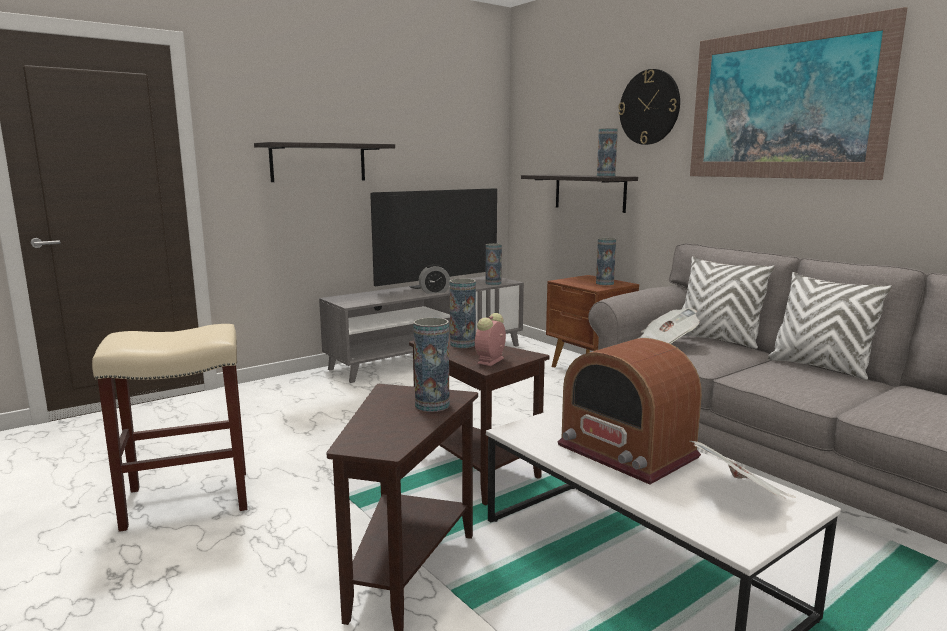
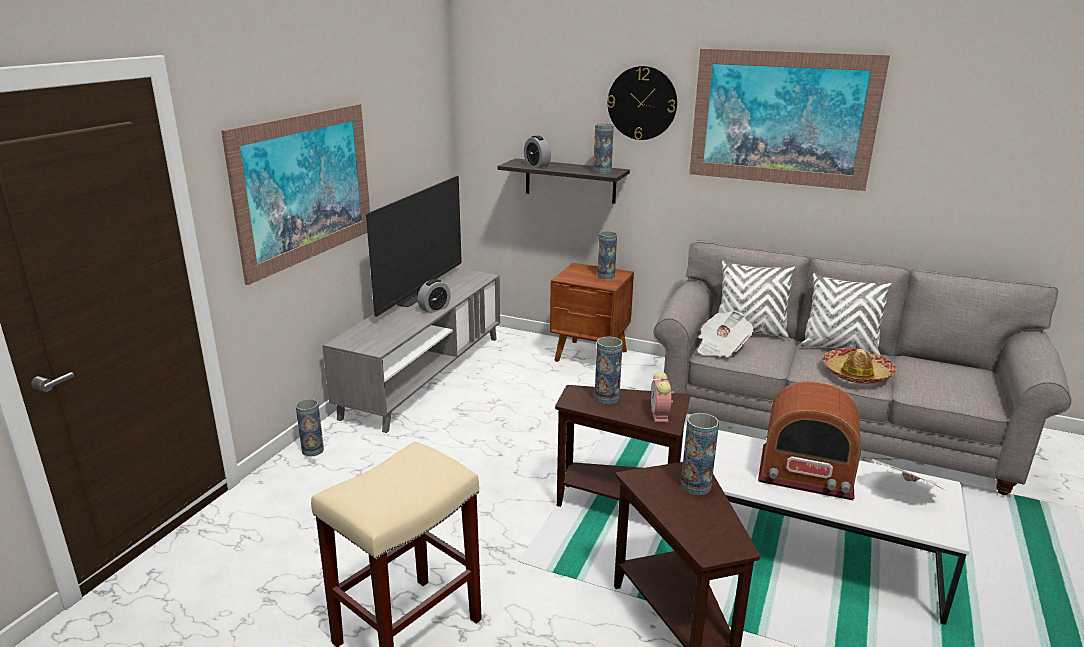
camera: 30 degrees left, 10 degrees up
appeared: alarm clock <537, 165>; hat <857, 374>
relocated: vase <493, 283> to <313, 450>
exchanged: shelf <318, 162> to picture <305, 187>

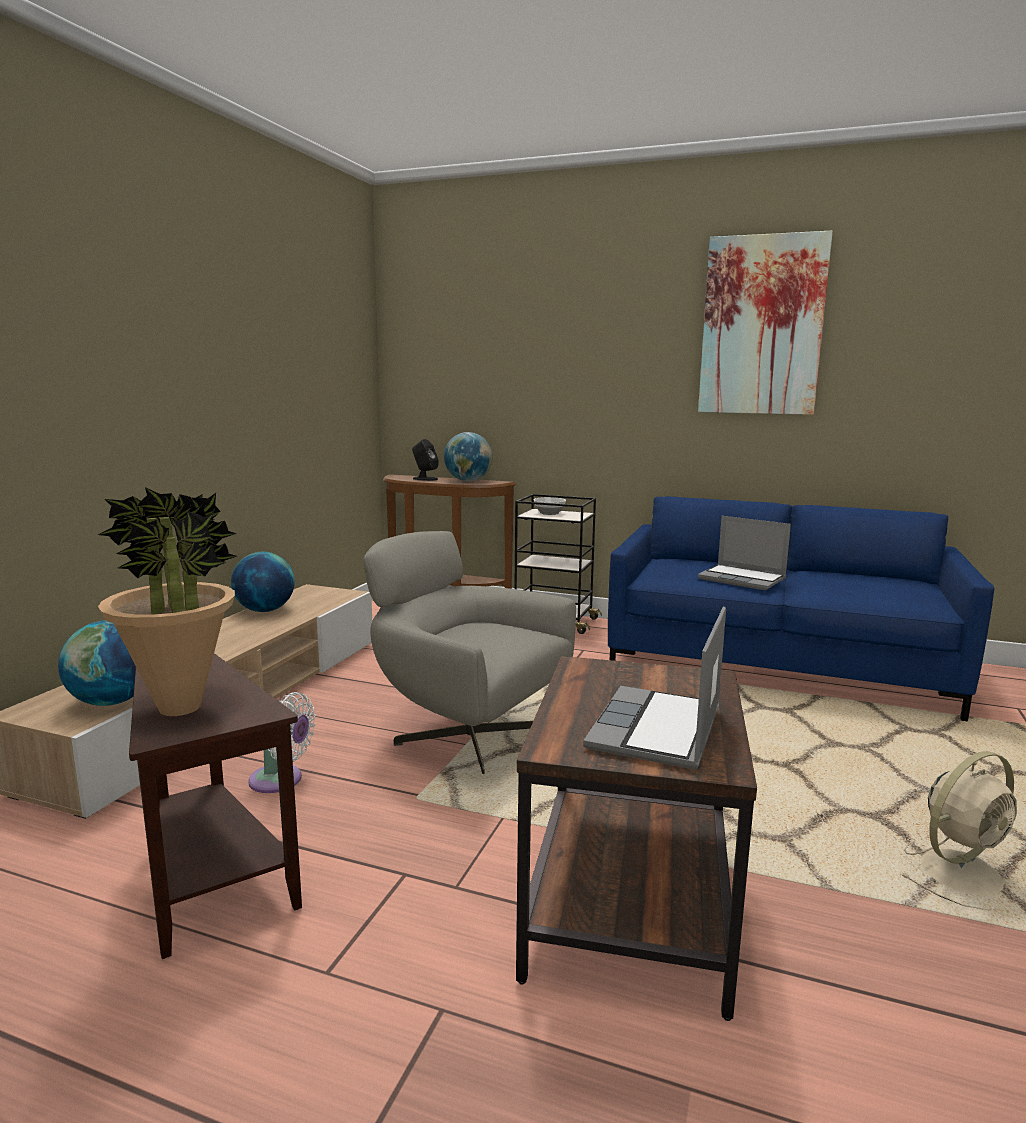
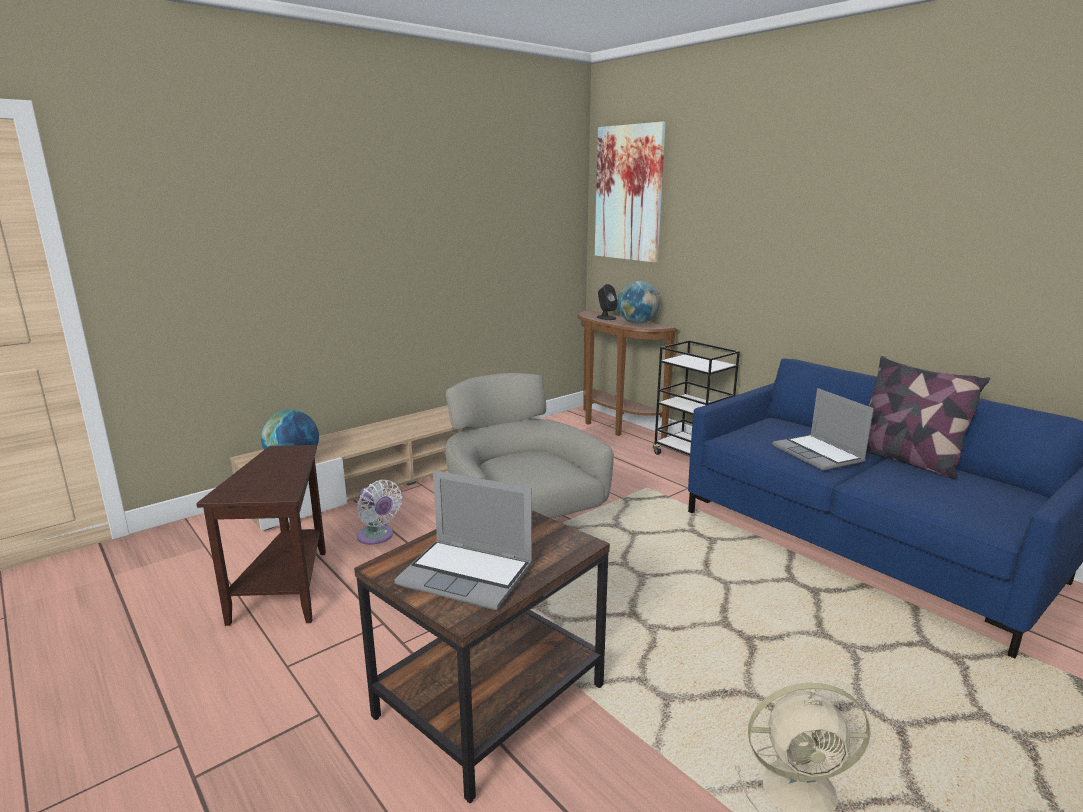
camera: 30 degrees right, 5 degrees up
missing: potted plant <181, 707>; globe <265, 610>; bowl <550, 513>
appeared: pillow <905, 460>
relocated: picture <762, 326> to <629, 193>
spun: laptop <657, 731> = <468, 575> 120 degrees counterclockwise

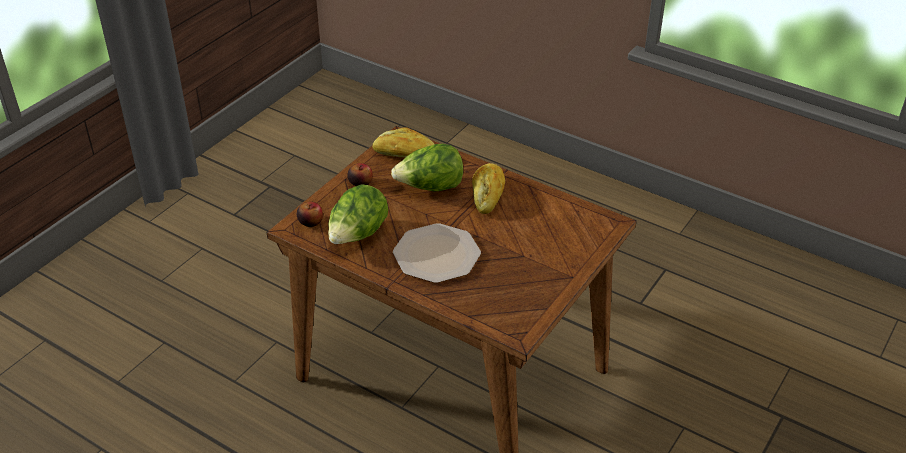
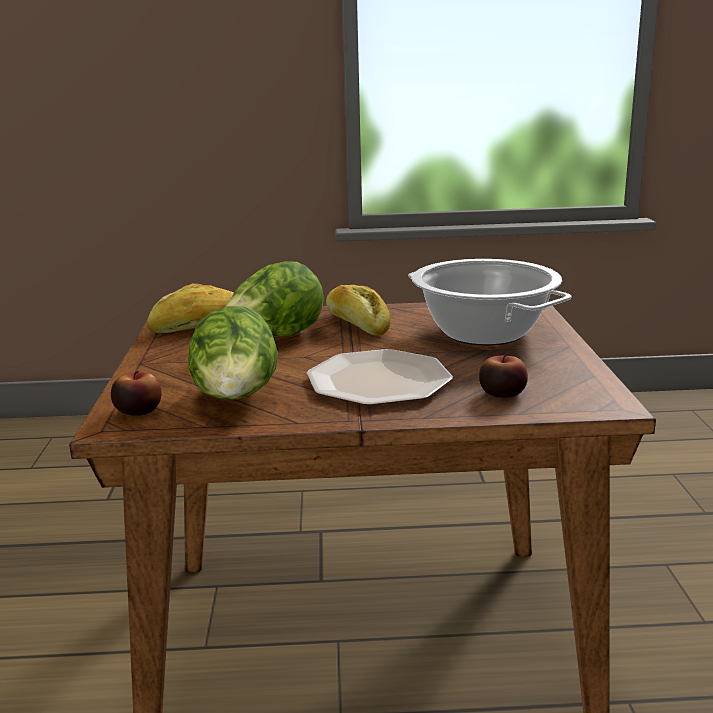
camera: 35 degrees left, 20 degrees down
appeared: cooking pot <485, 332>
relocated: apple <360, 182> to <502, 393>

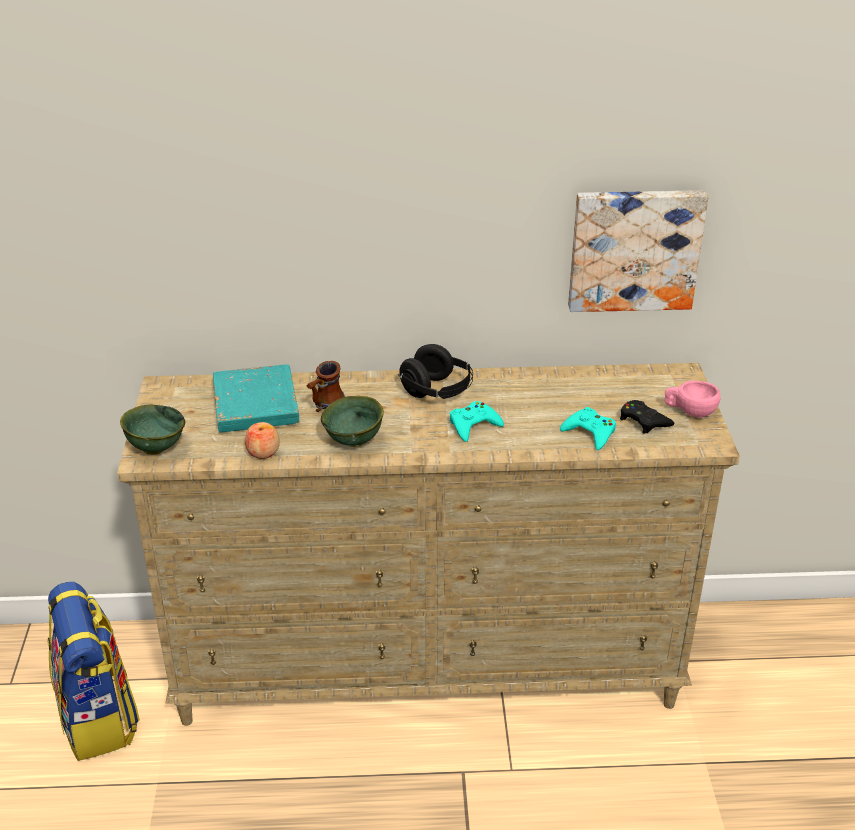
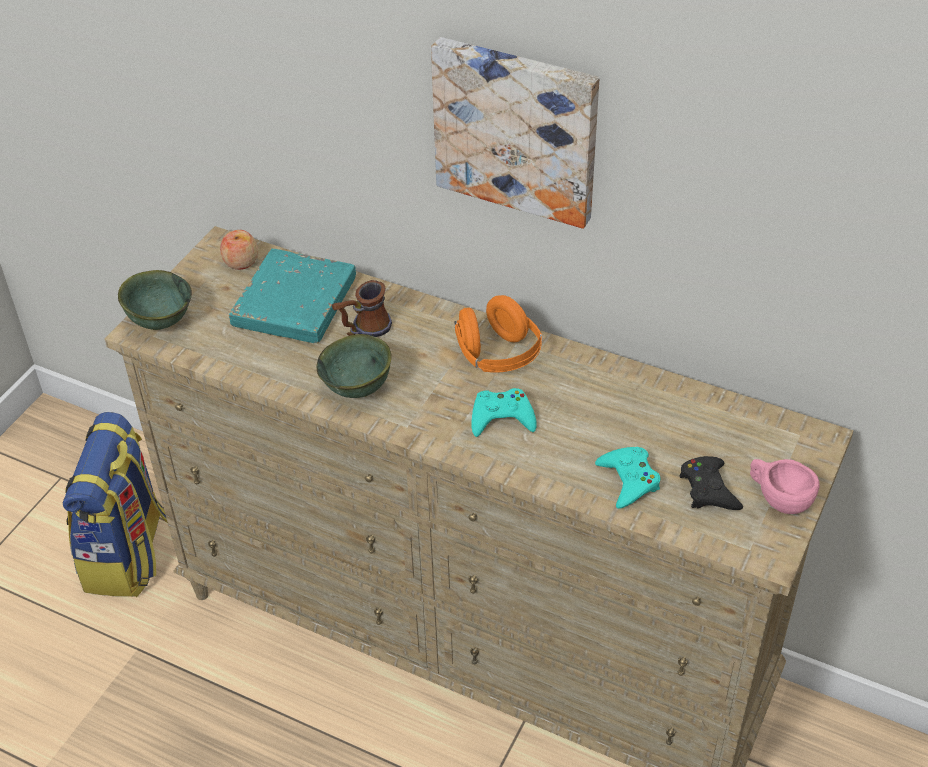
camera: 30 degrees right, 10 degrees up
relocated: apple <263, 452> to <241, 262>; picture <634, 249> to <517, 129>
colour: black headphones <437, 391> to orange headphones <498, 356>

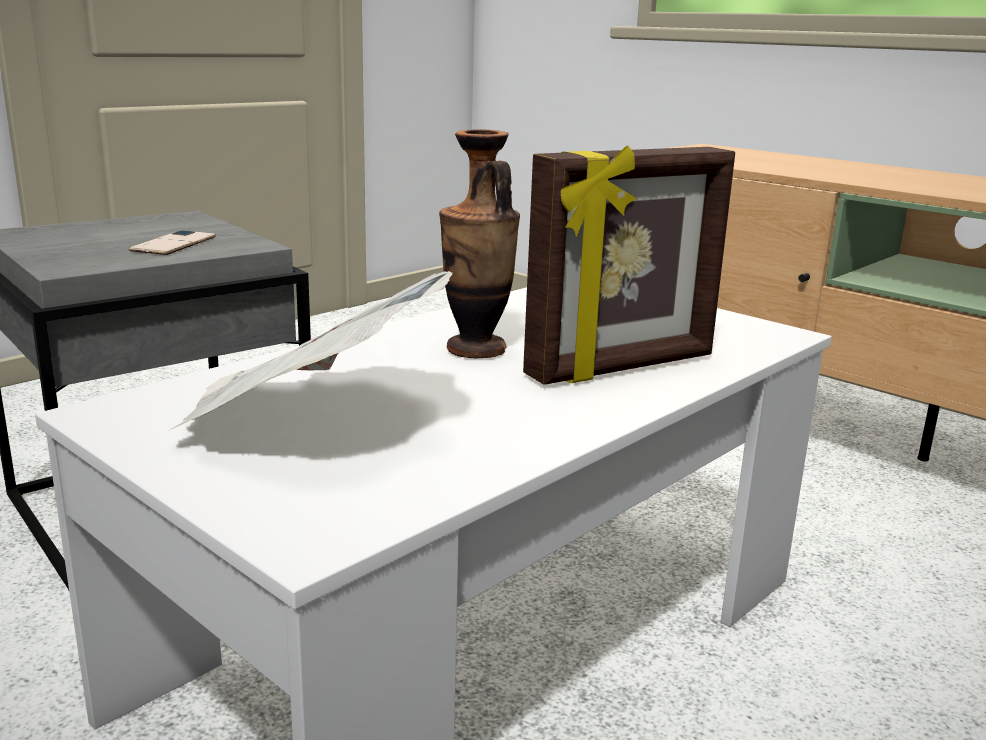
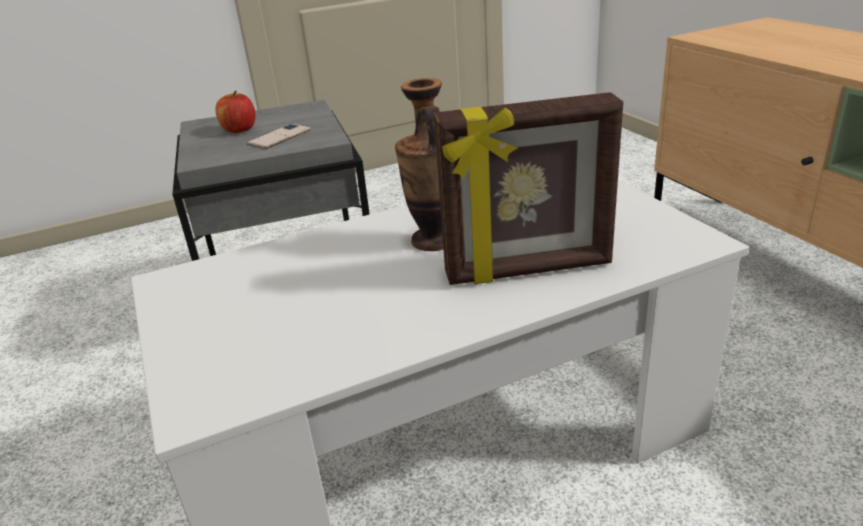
camera: 25 degrees right, 10 degrees up
missing: newspaper <309, 419>
appeared: apple <239, 129>

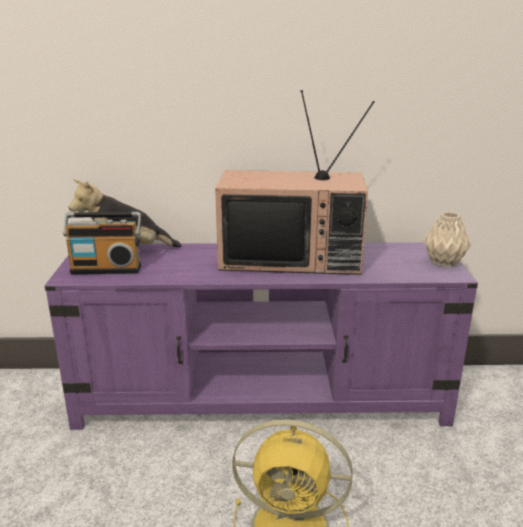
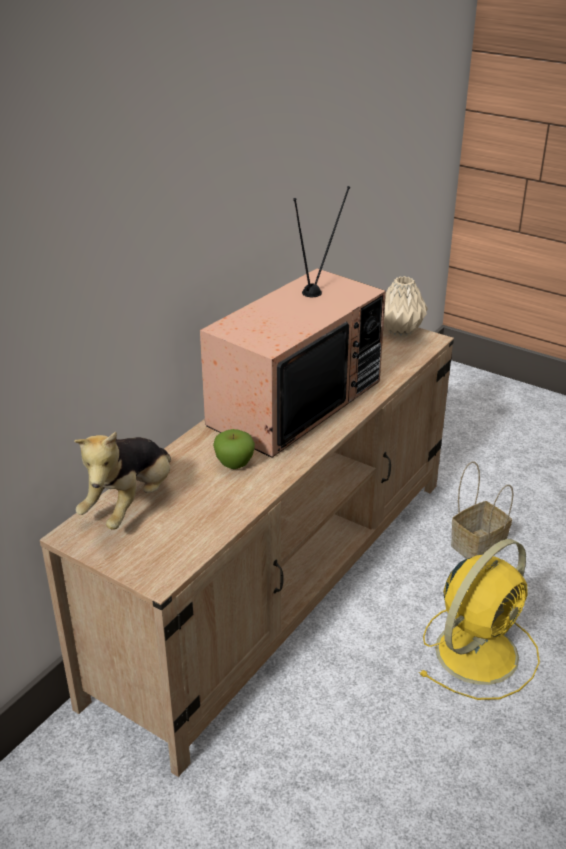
camera: 55 degrees left, 10 degrees up
missing: radio <107, 268>
appeared: apple <234, 464>; basket <478, 544>
colour: purple tv stand <263, 397> to beige tv stand <281, 581>

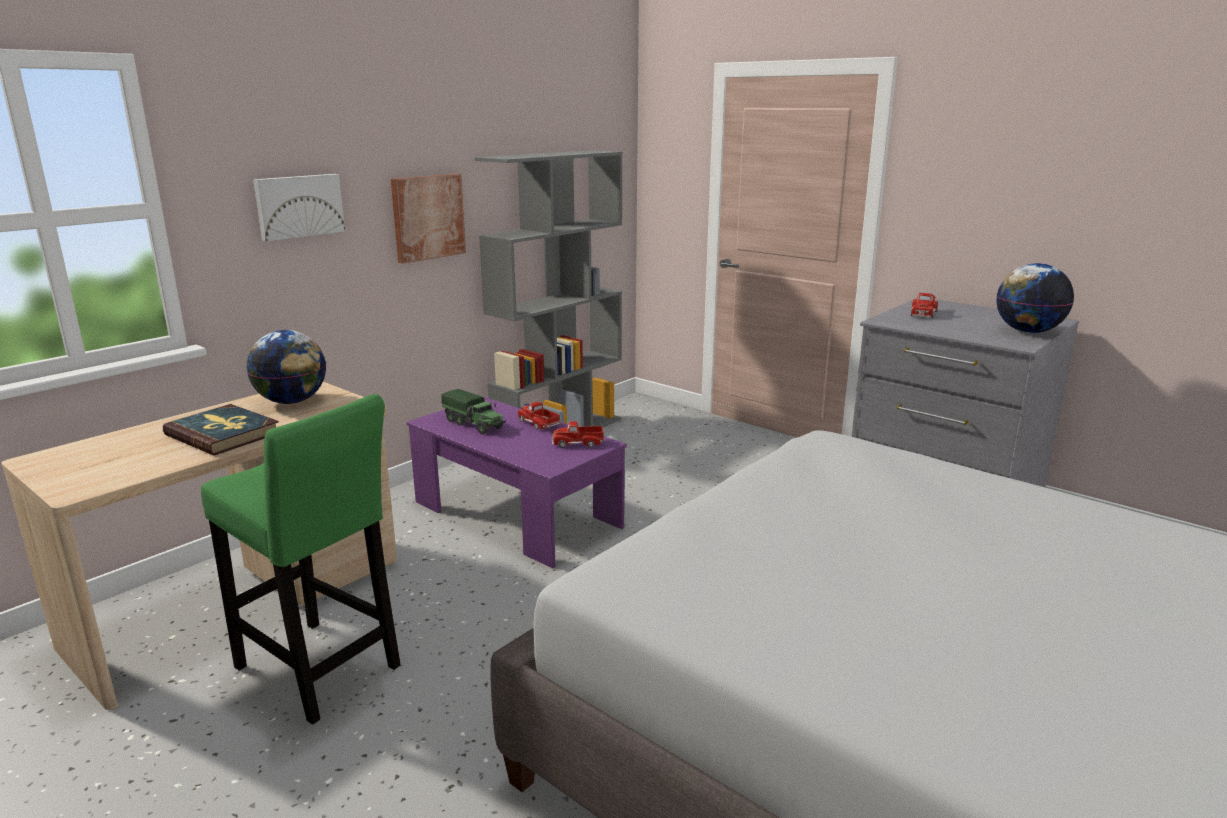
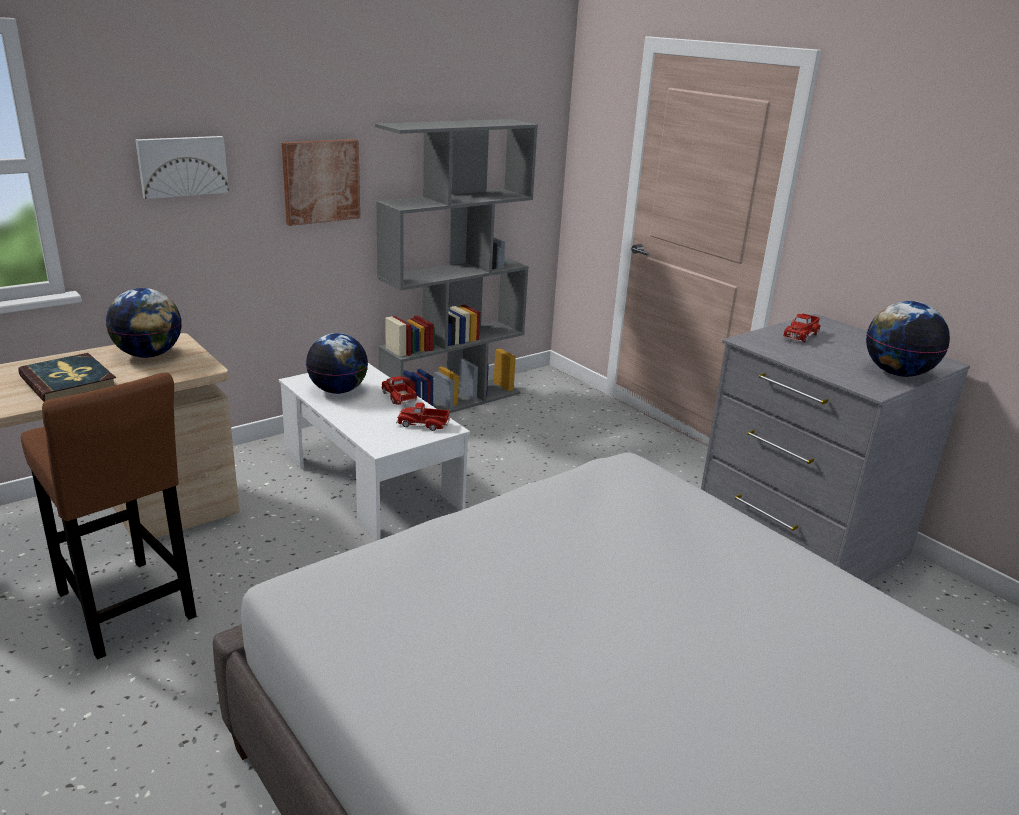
camera: 10 degrees right, 5 degrees up
exchanged: toy truck <474, 425> to globe <338, 390>
colour: green stool <321, 672> to brown stool <127, 610>; purple coffee table <516, 514> to white coffee table <371, 481>

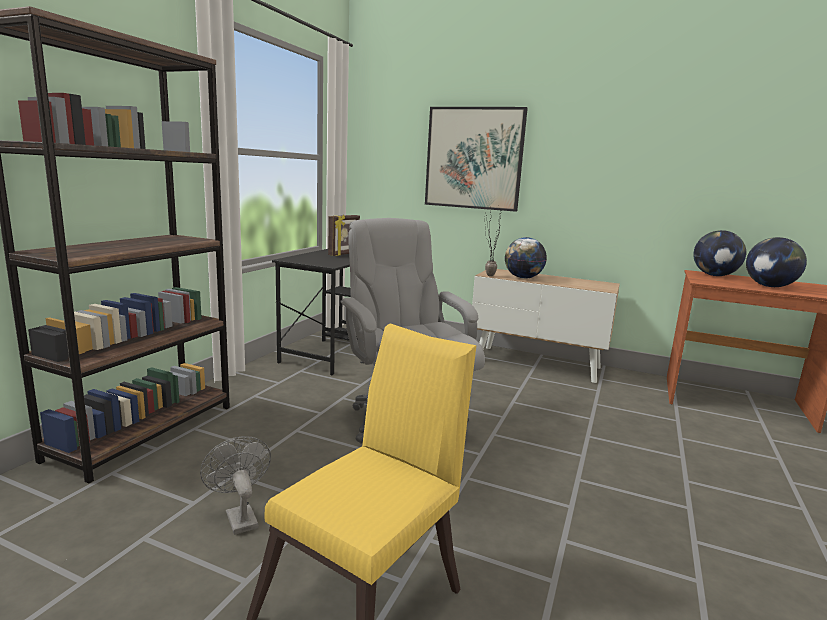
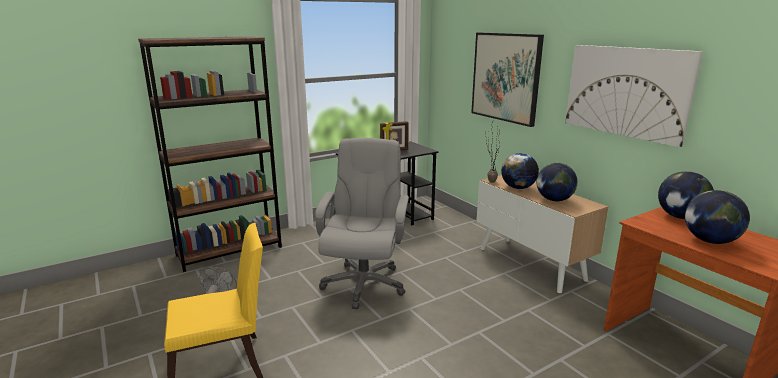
camera: 35 degrees right, 5 degrees up
appeared: globe <554, 200>; picture <626, 91>

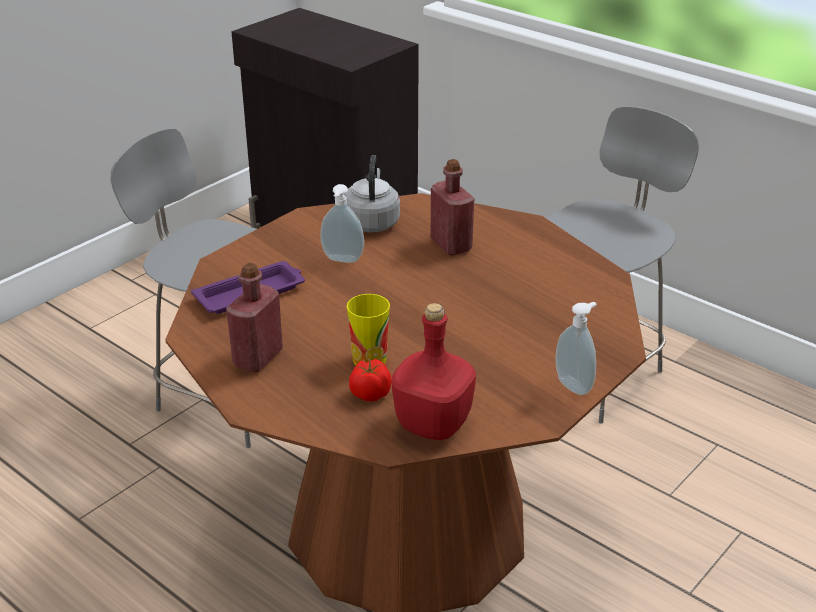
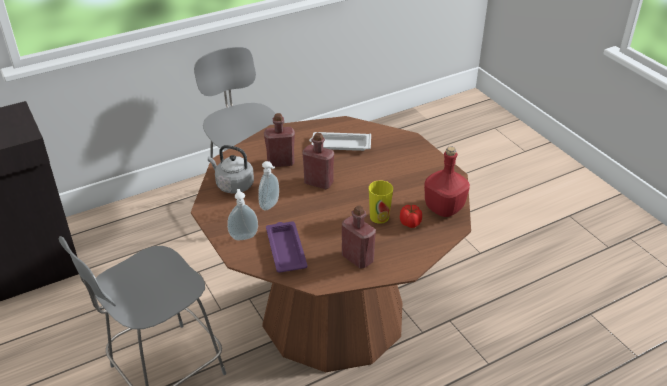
camera: 70 degrees left, 5 degrees up
appeared: red bottle <318, 182>; white tray <340, 145>
relocated: soap dispenser <575, 385> to <243, 236>

